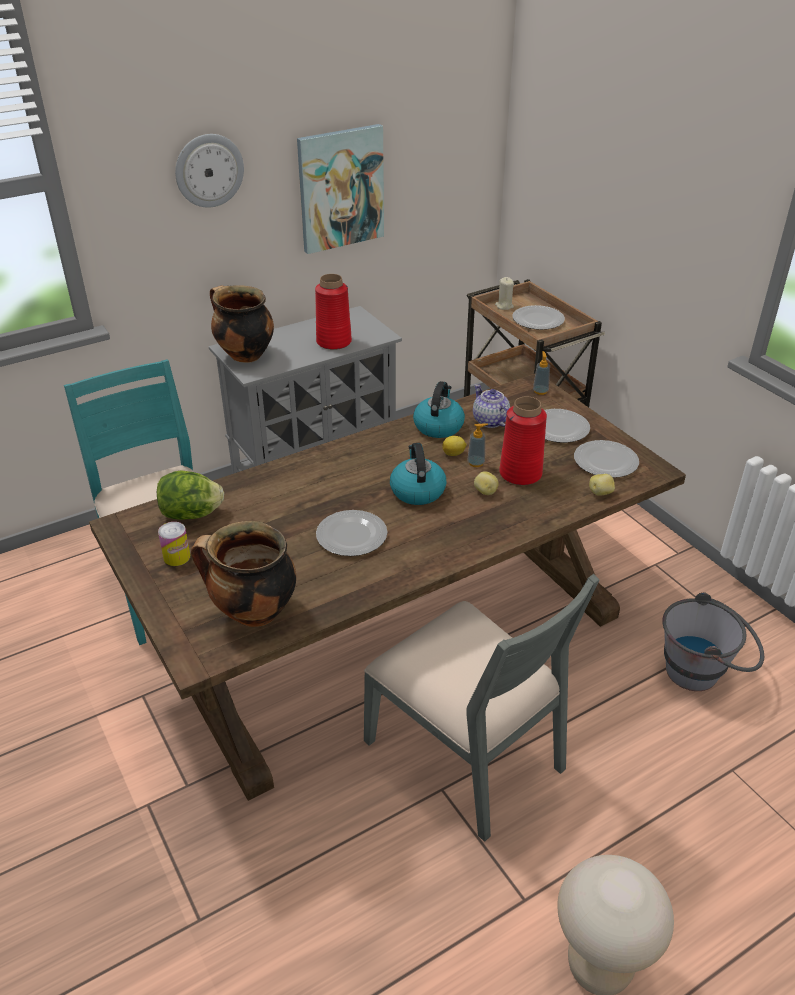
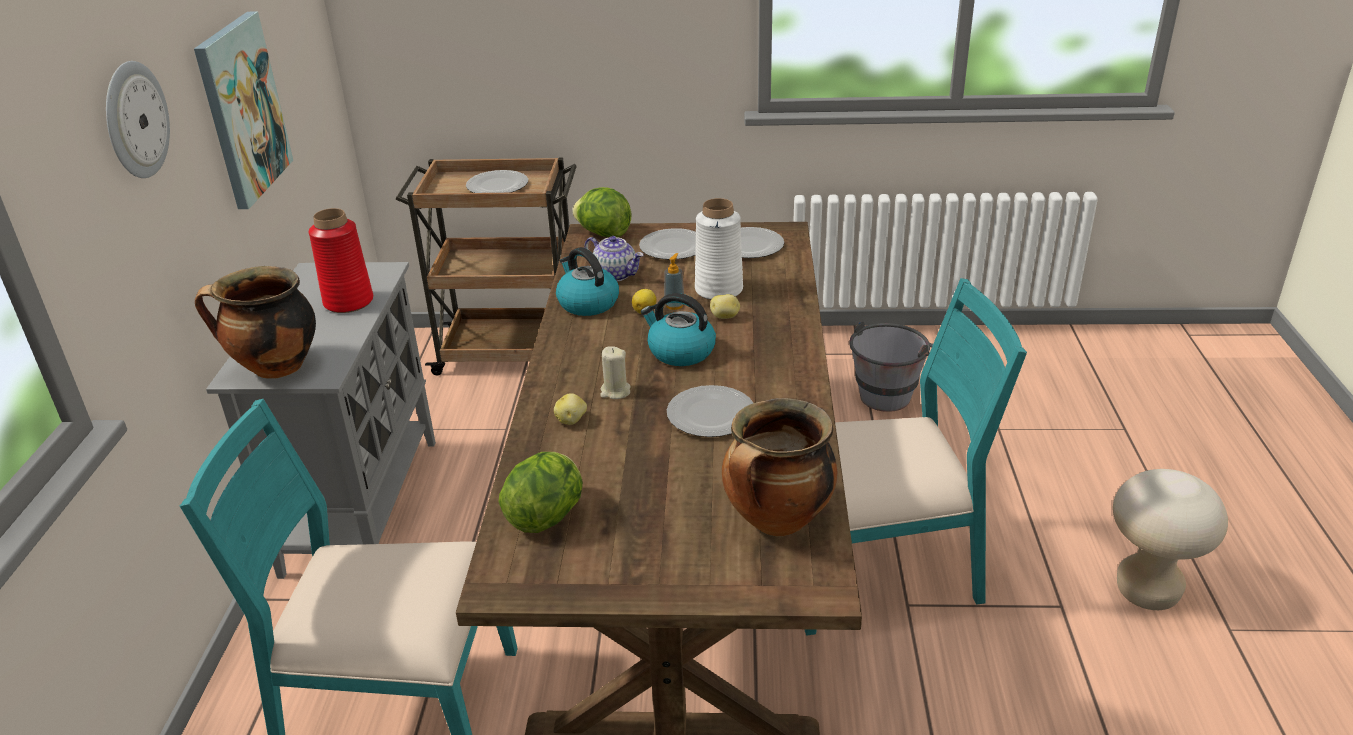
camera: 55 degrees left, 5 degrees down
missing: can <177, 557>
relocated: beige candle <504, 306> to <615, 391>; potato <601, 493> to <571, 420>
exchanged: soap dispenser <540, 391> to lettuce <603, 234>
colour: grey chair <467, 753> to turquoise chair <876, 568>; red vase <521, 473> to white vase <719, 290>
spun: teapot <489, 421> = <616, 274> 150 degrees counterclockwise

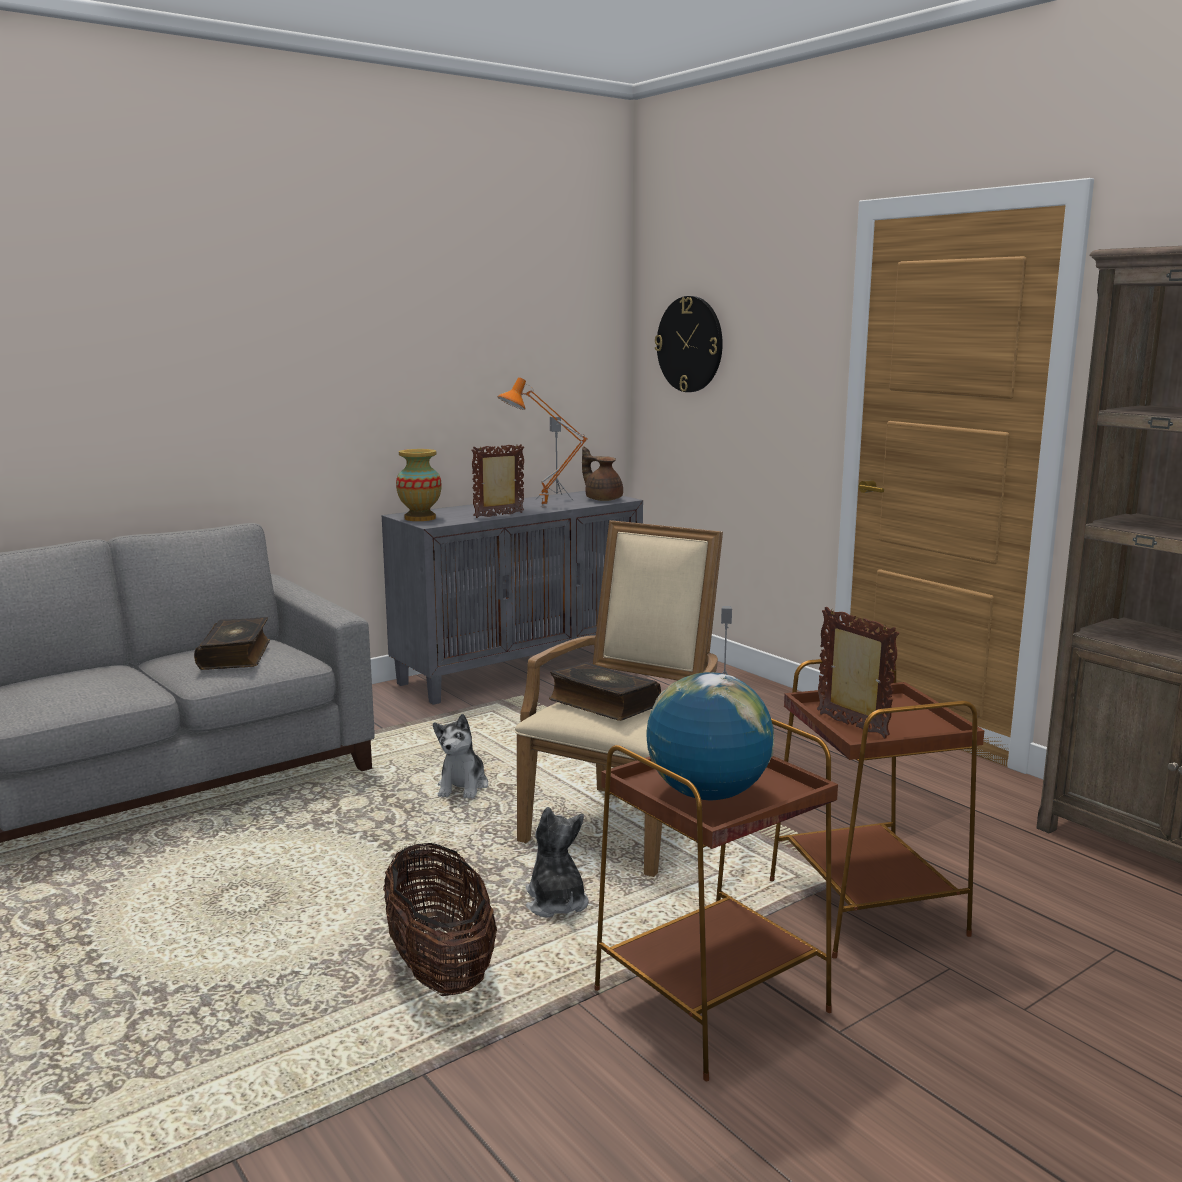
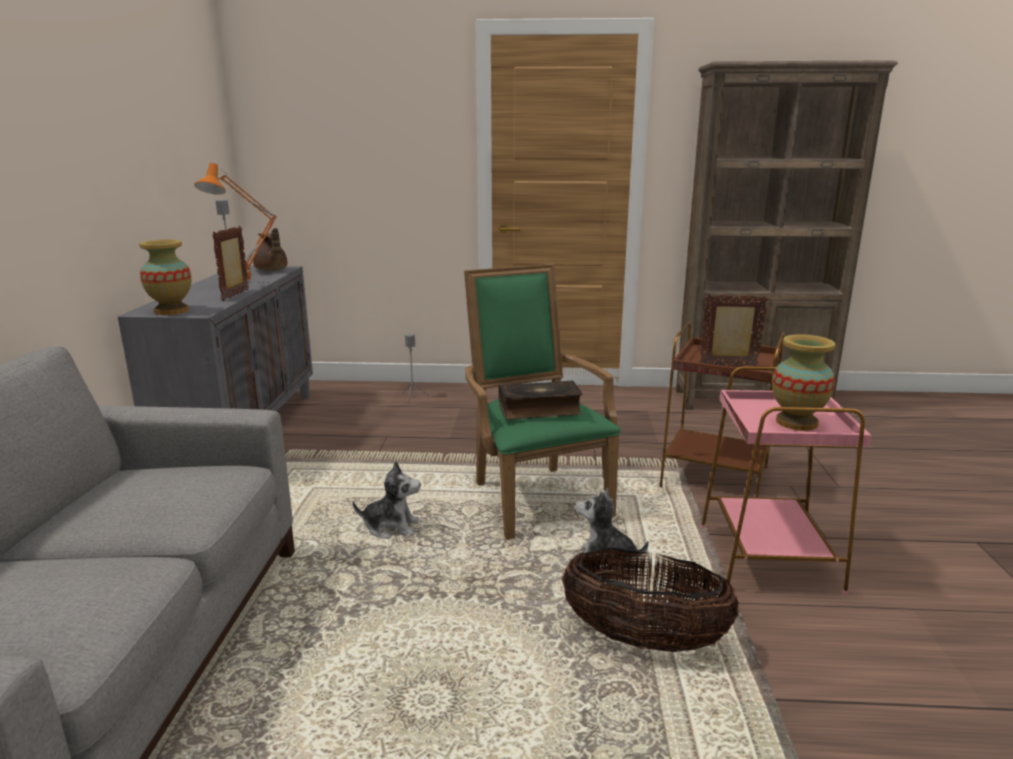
camera: 50 degrees left, 5 degrees up
missing: book <236, 655>; wall clock <690, 344>
exchanged: globe <708, 795> to vase <796, 423>
colour: beige armchair <624, 822> to green armchair <534, 496>; brown side table <708, 1001> to pink side table <767, 560>
spun: plush toy <463, 786> = <391, 527> 45 degrees counterclockwise; brown teapot <602, 499> = <271, 270> 120 degrees counterclockwise

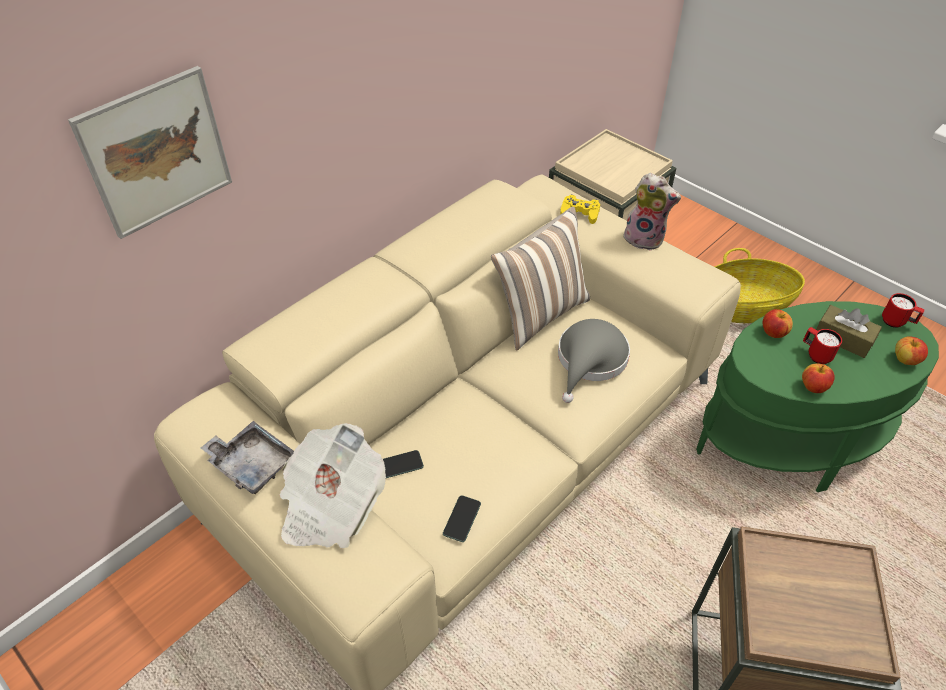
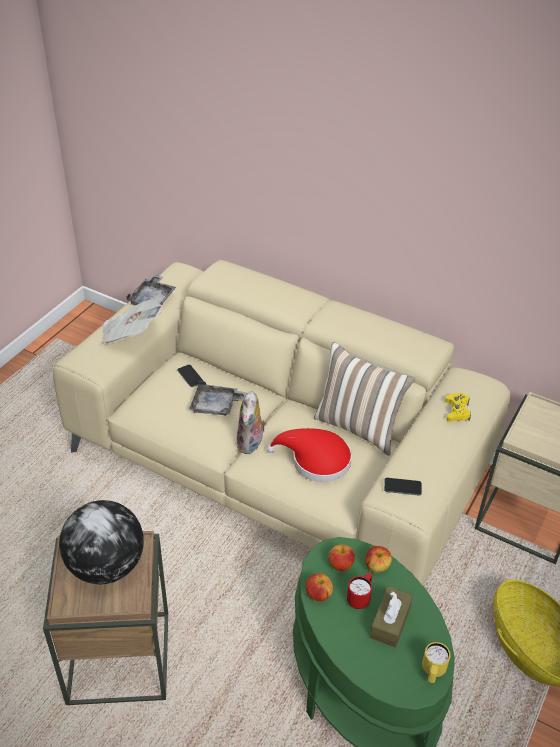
camera: 75 degrees right, 5 degrees down
missing: picture <156, 152>
appeared: globe <106, 566>; grey tray <216, 406>
relocated: phone <462, 519> to <402, 487>; plush toy <645, 238> to <251, 444>; apple <905, 360> to <340, 565>
colour: grey hat <590, 361> to red hat <315, 460>; red mug <896, 322> to yellow mug <432, 672>

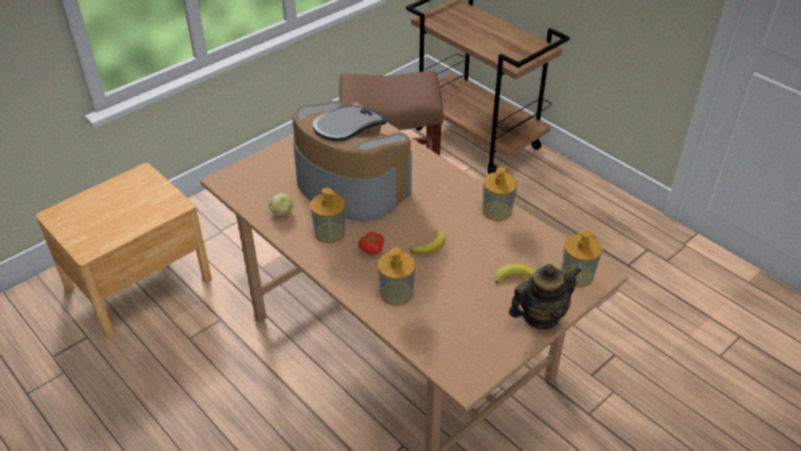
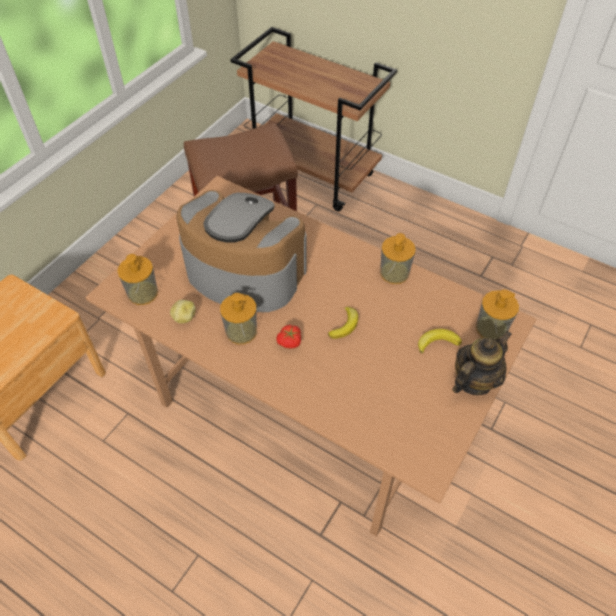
camera: 15 degrees left, 10 degrees up
relocated: soap dispenser <396, 293> to <143, 293>

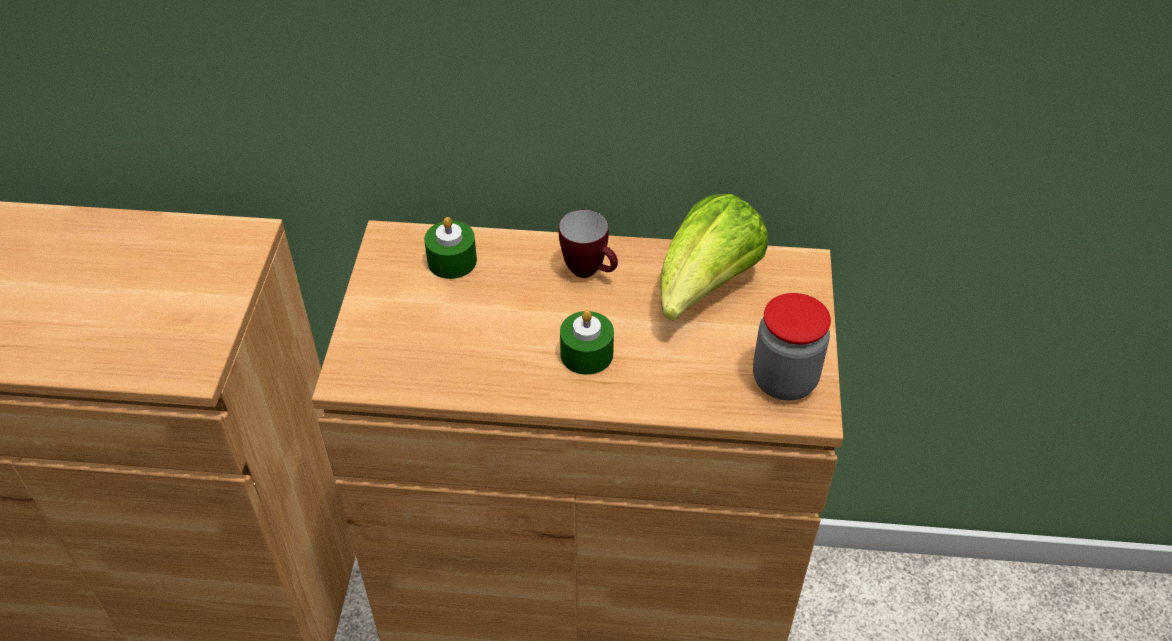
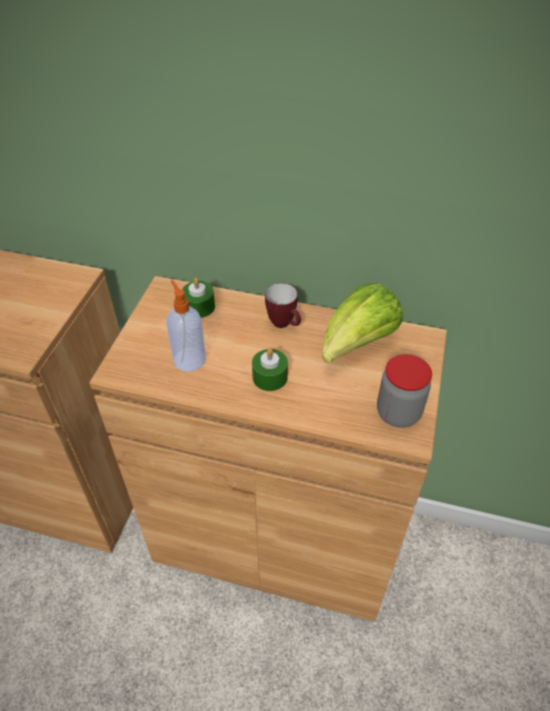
camera: 10 degrees right, 0 degrees up
appeared: soap dispenser <189, 359>

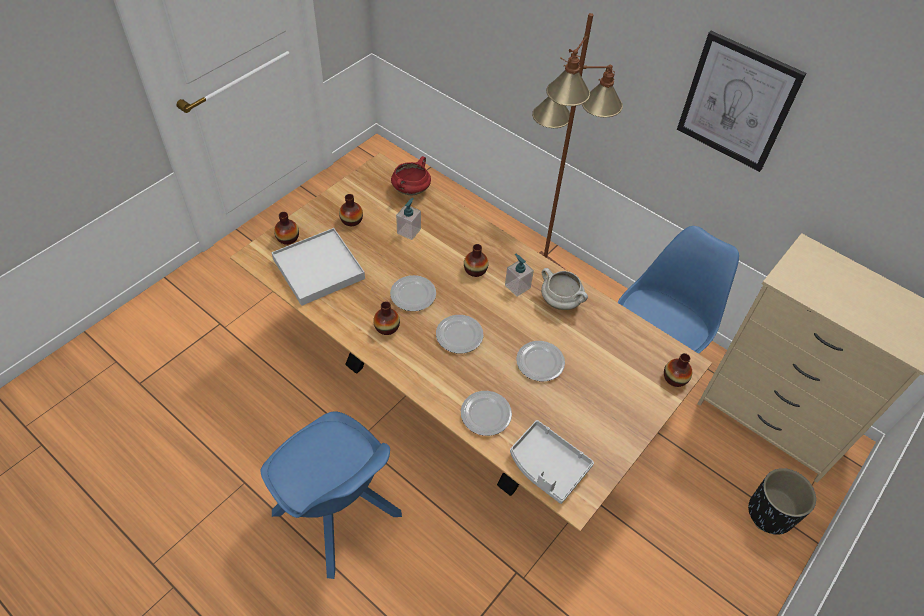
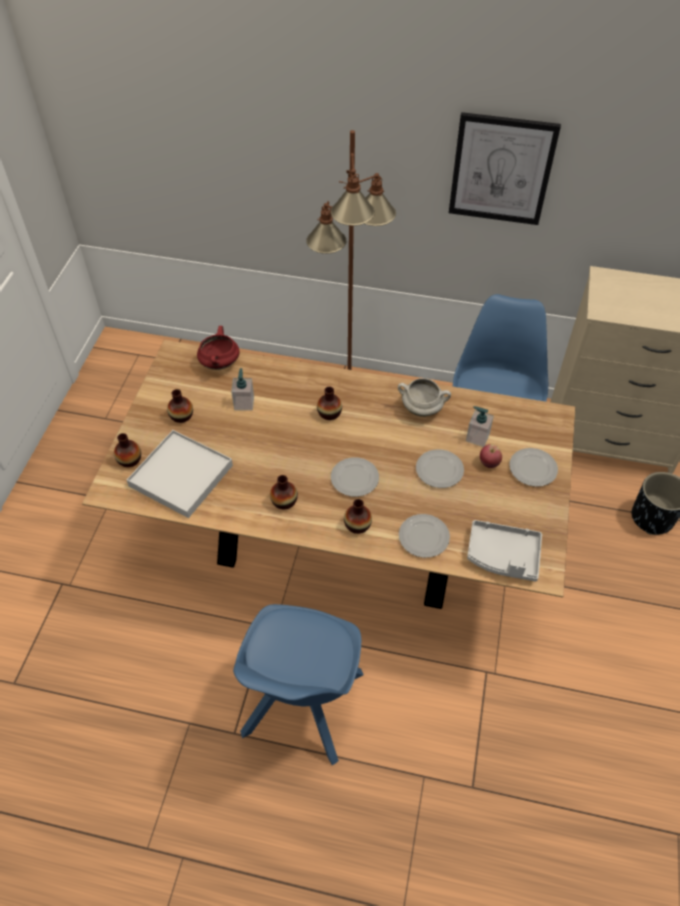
camera: 25 degrees left, 0 degrees up
appeared: apple <489, 463>
relocated: plate <412, 295> to <532, 469>; soap dispenser <517, 286> to <477, 437>; vase <675, 378> to <357, 525>
spun: blue chair <339, 516> = <301, 706> 90 degrees clockwise

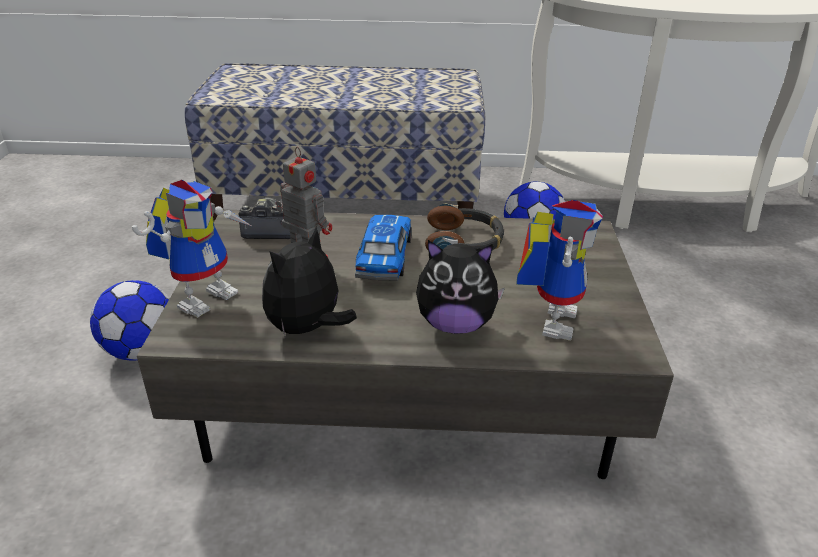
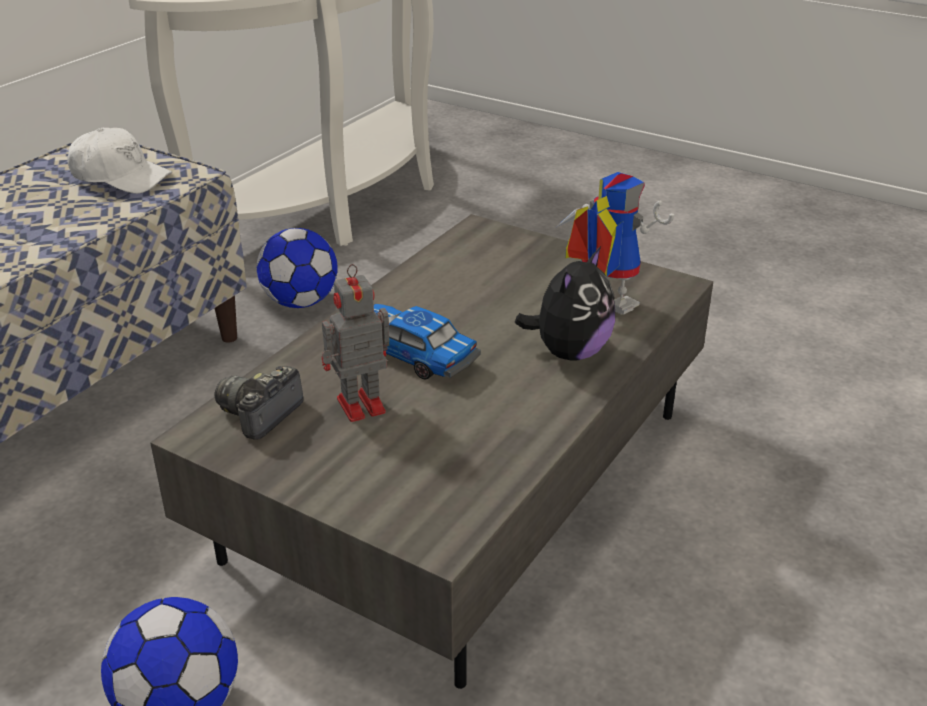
camera: 60 degrees left, 0 degrees up
missing: toy robot <206, 295>; plush toy <307, 329>; headphones <464, 242>
appeared: white cap <120, 177>

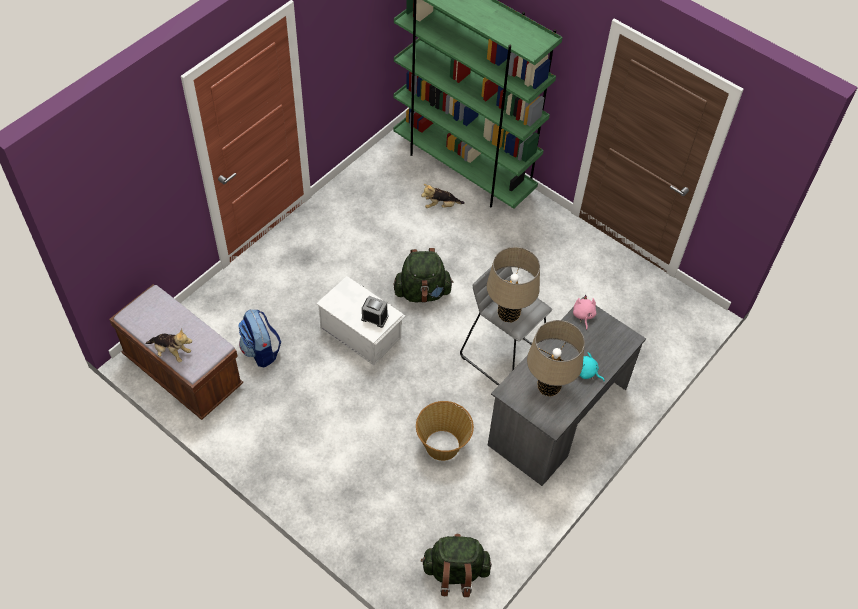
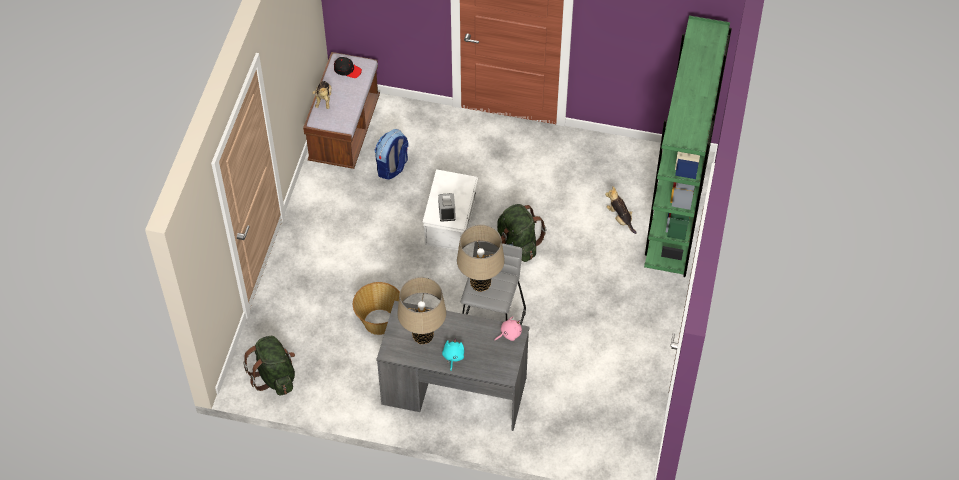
camera: 65 degrees right, 0 degrees up
appeared: black cap <347, 70>

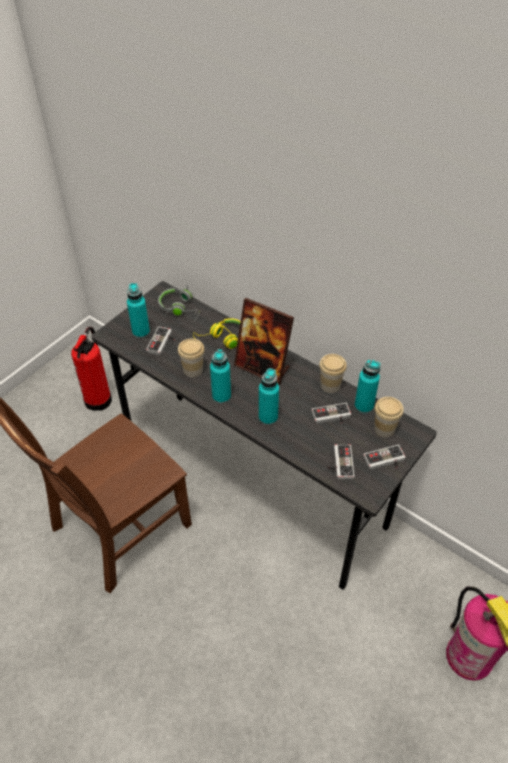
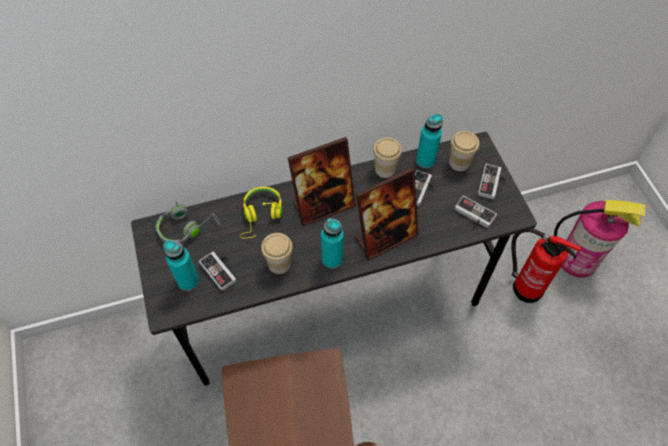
camera: 55 degrees left, 10 degrees up
relocated: fire extinguisher <99, 398> to <525, 286>
exchanged: turquoise bottle <268, 417> to picture frame <385, 237>

